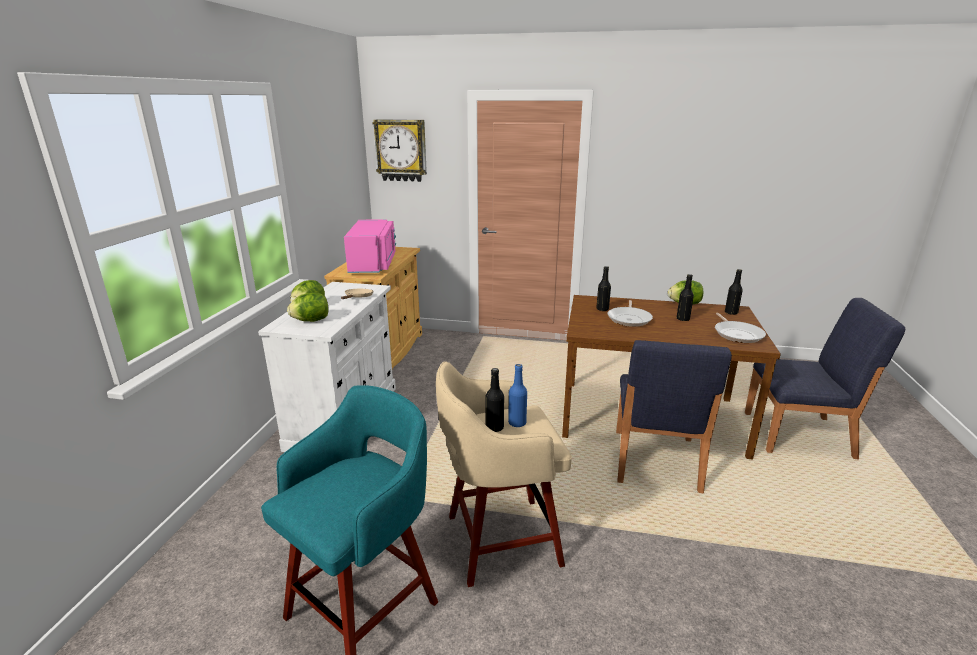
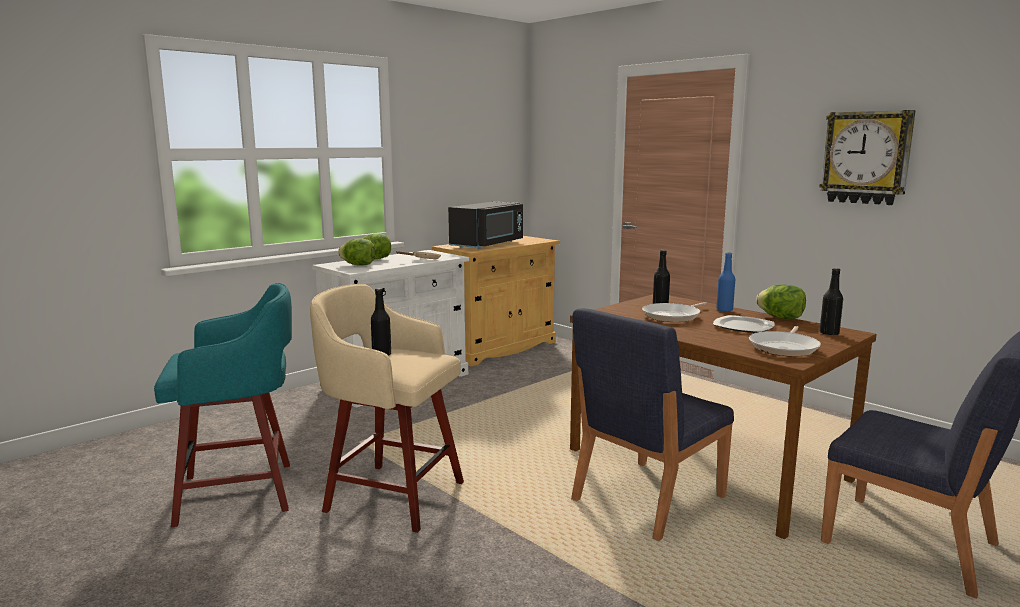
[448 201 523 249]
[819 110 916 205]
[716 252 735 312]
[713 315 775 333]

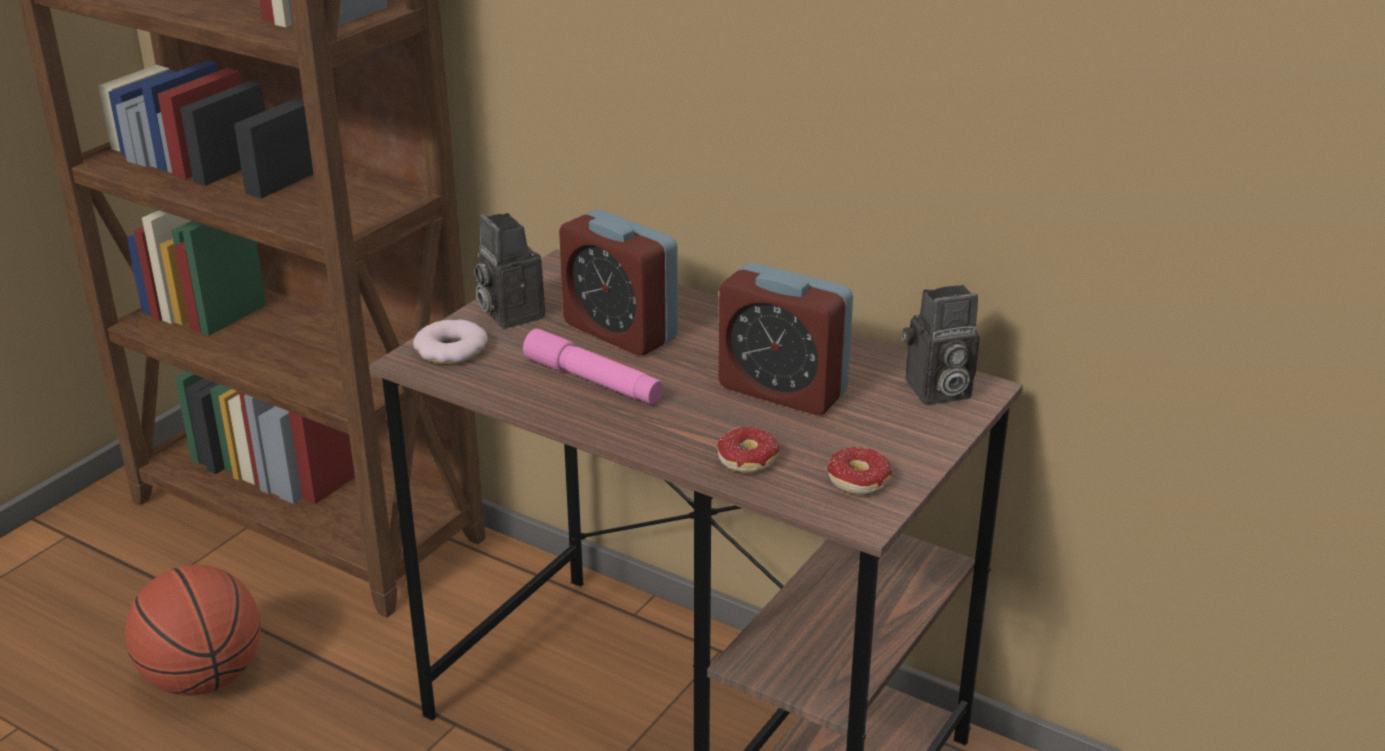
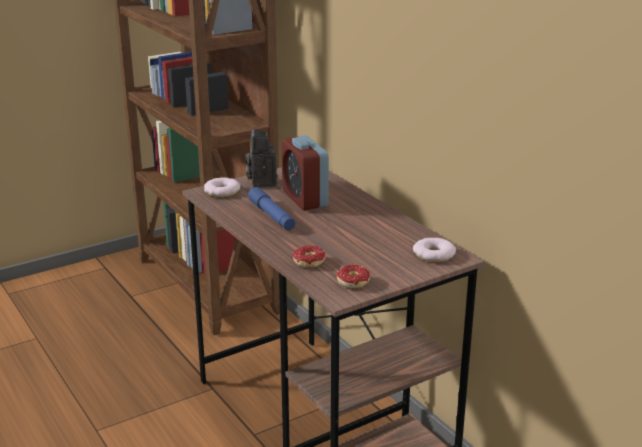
[125 565 261 696] (first image)
[248 187 295 230]
[719 263 853 415] (first image)
[413 238 456 262]

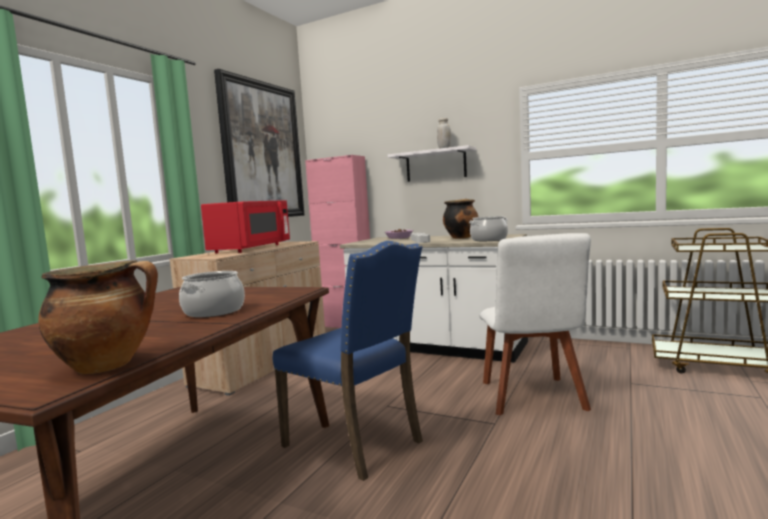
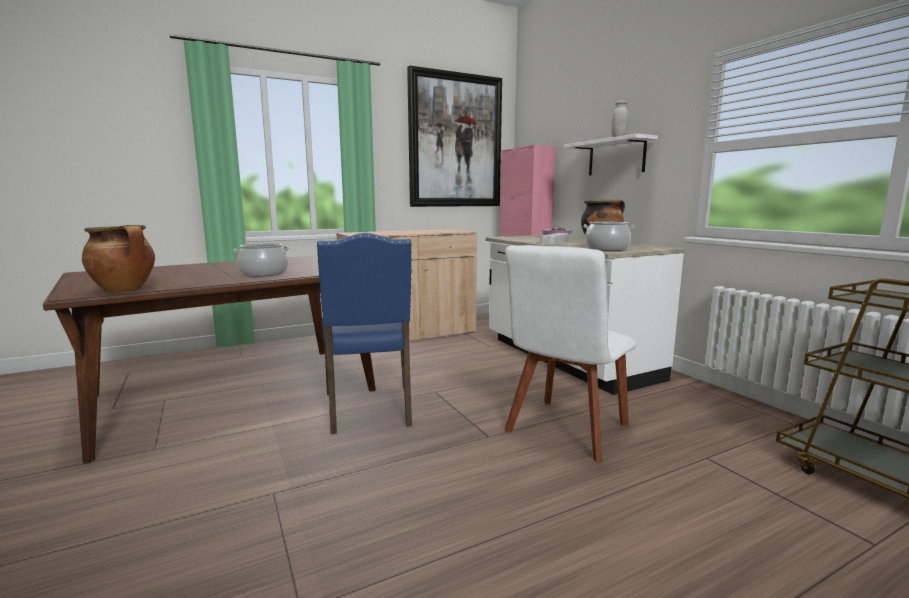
[201 200 290 254] (first image)

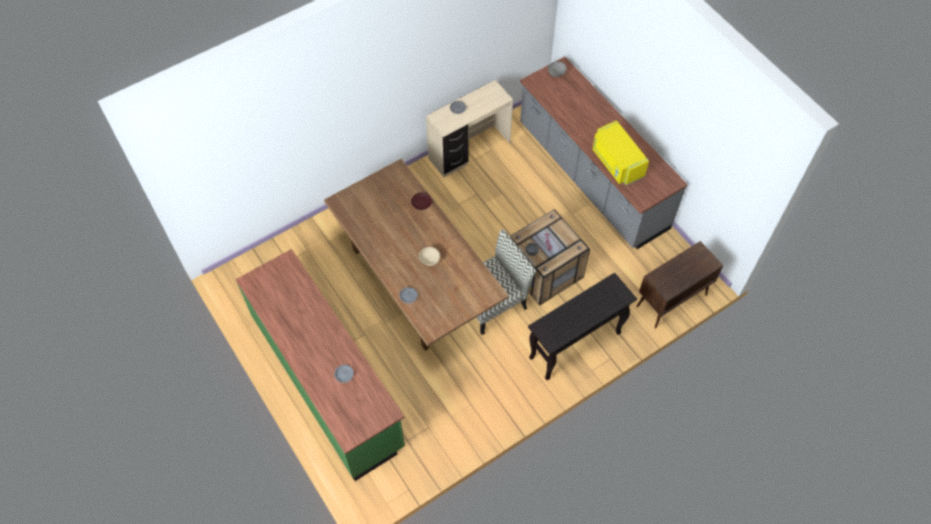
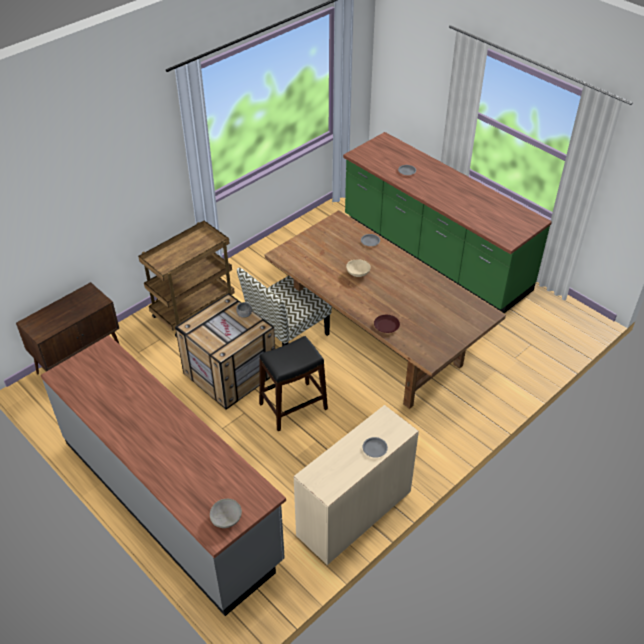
[138 221 235 337]
[593 120 649 185] (first image)
[259 336 328 431]

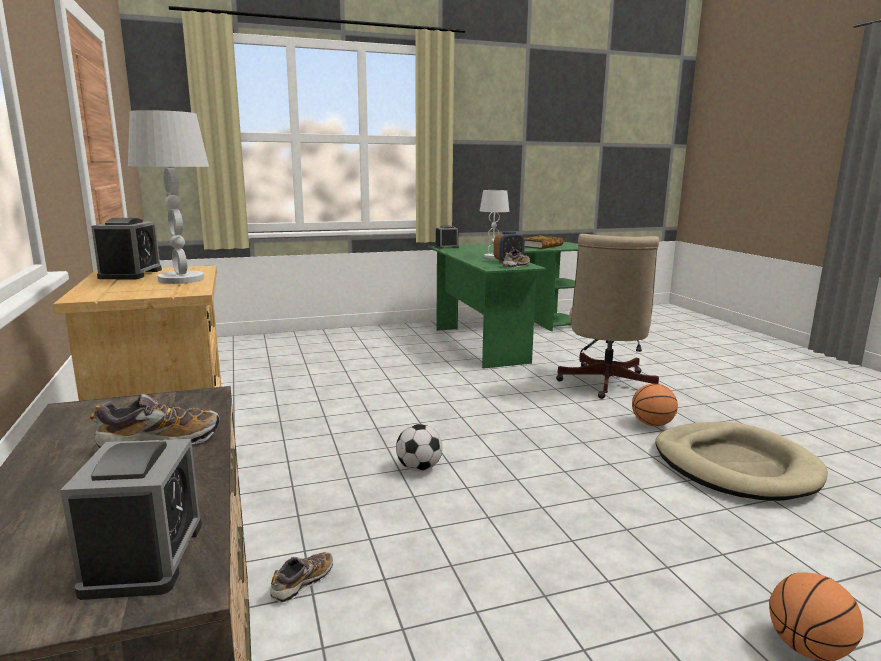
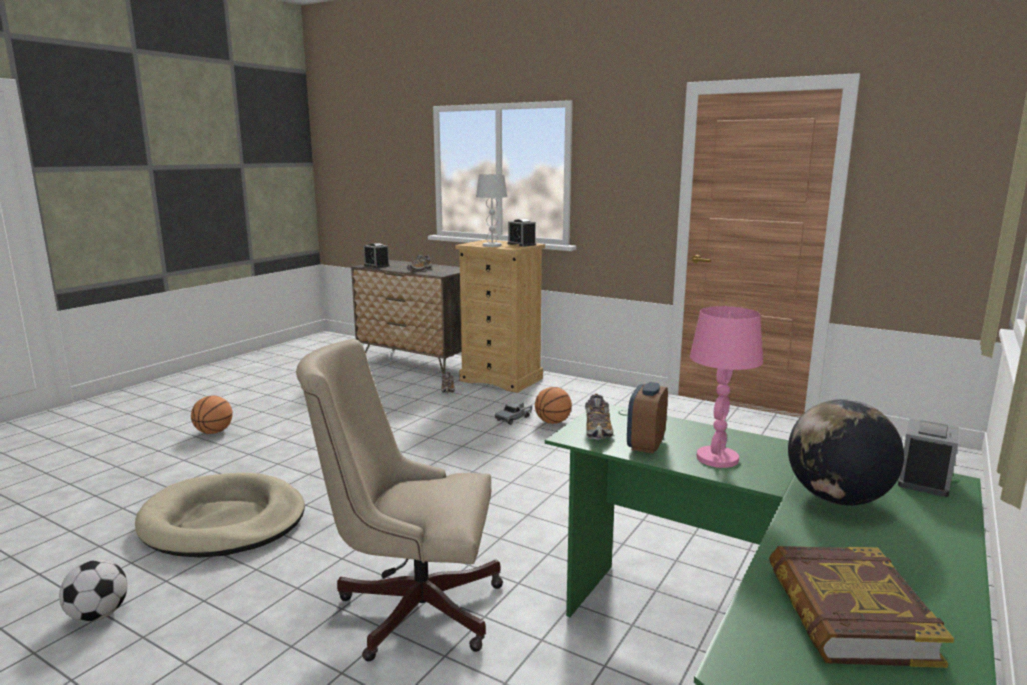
[59 560 128 622]
[690 306 763 468]
[296 339 503 662]
[535 387 572 424]
[495 403 532 425]
[788 399 904 505]

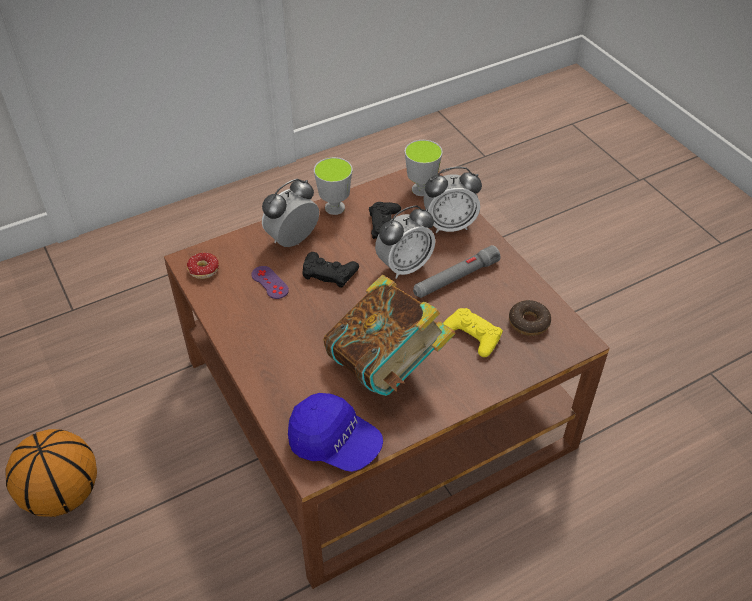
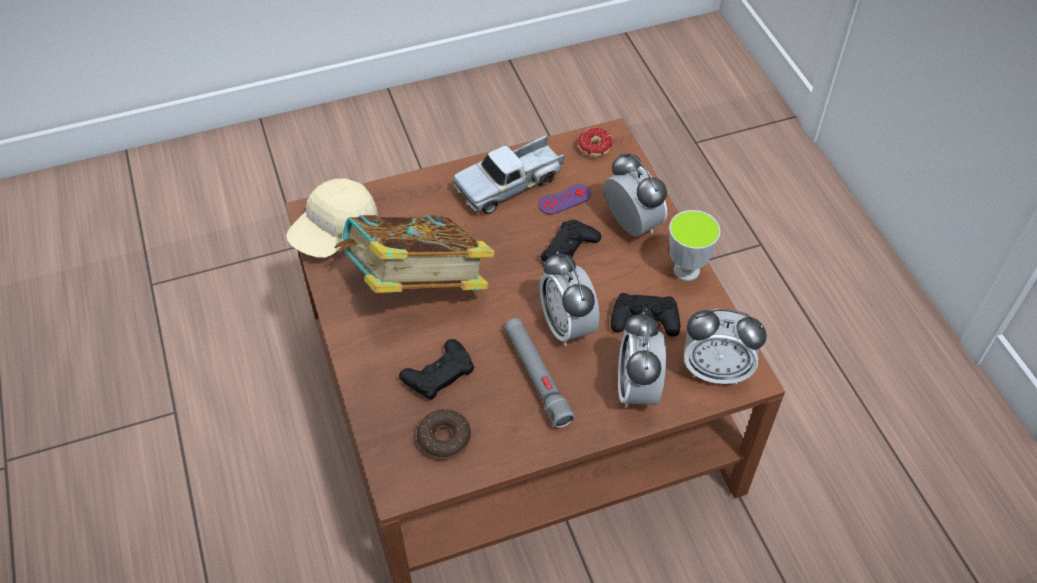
[5 429 97 517] (first image)
[286 178 378 258]
[684 309 767 384]
[399 339 474 400]
[453 135 564 214]

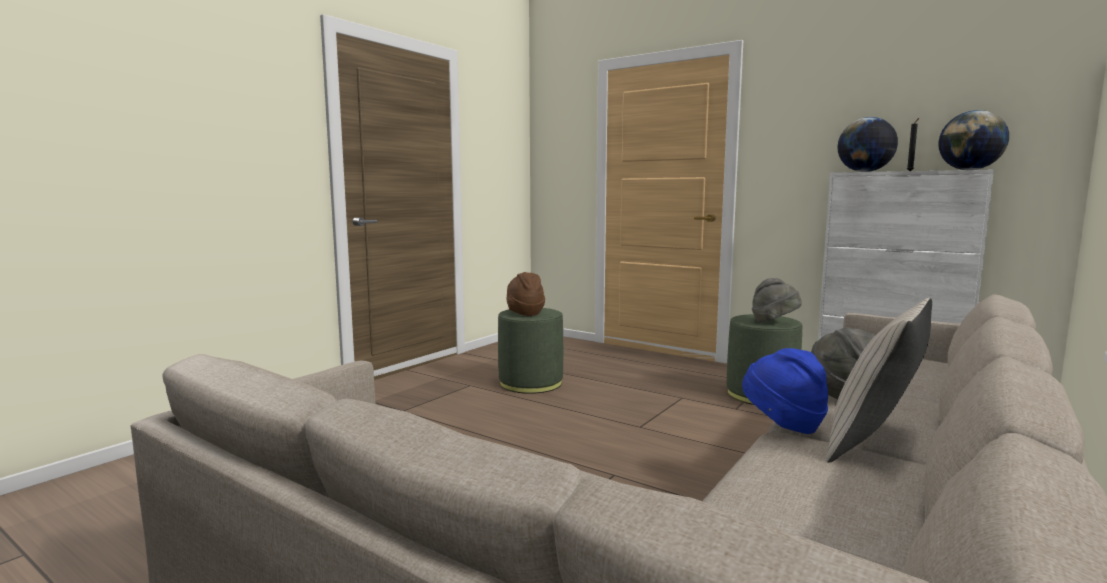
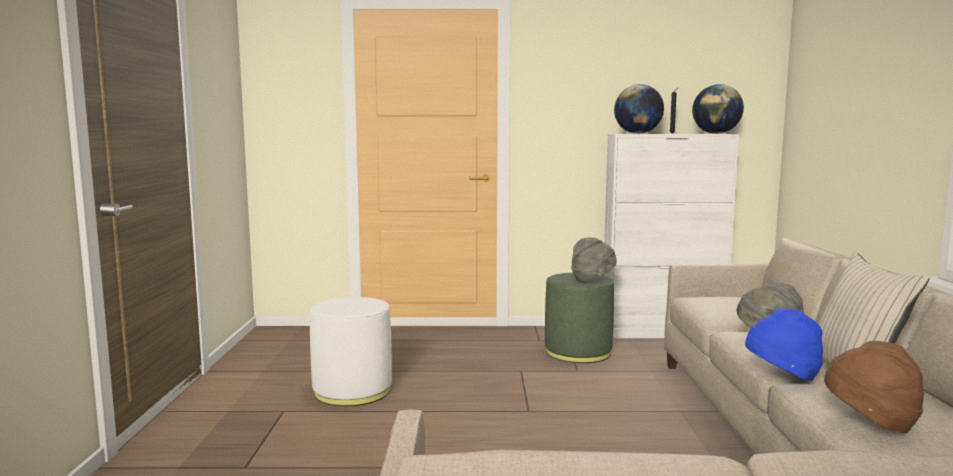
[310 297 392 407]
[824 341 924 433]

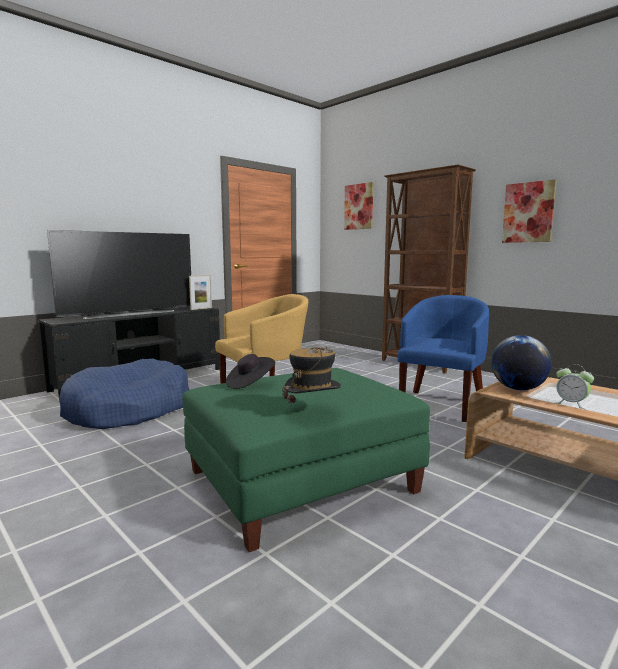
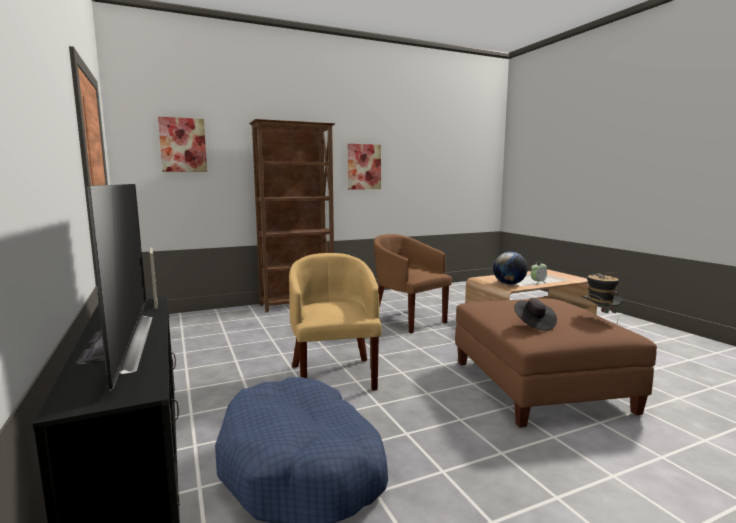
[455 298 657 428]
[373 234 452 334]

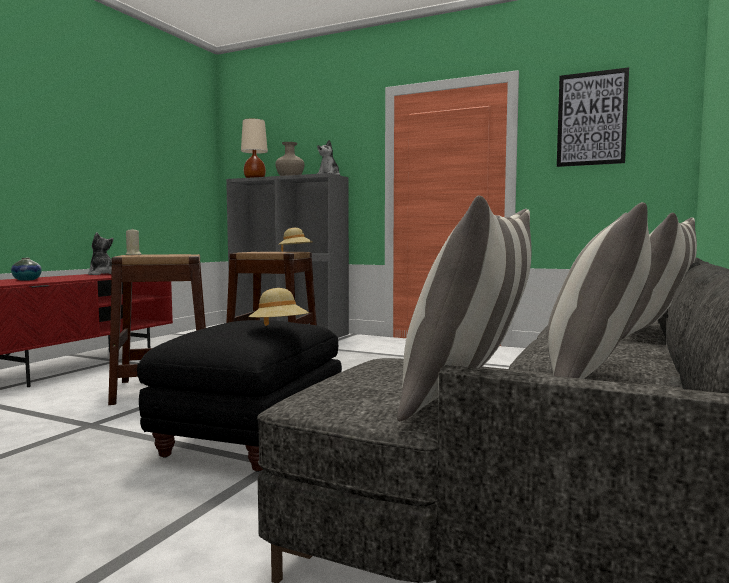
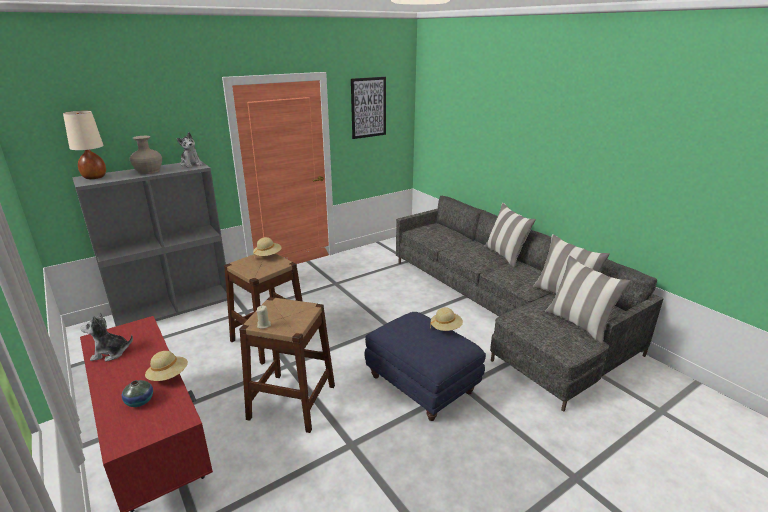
[365 312 486 421]
[145 351 188 381]

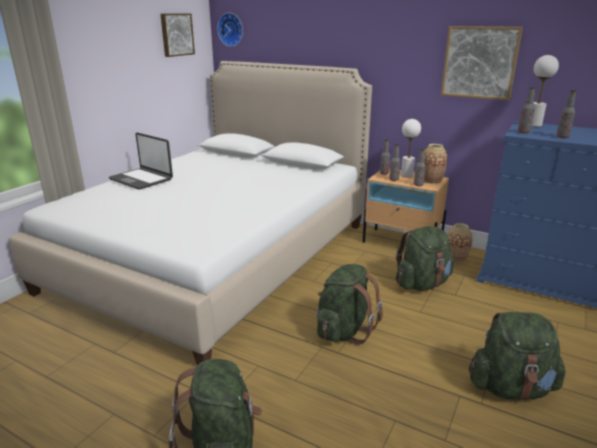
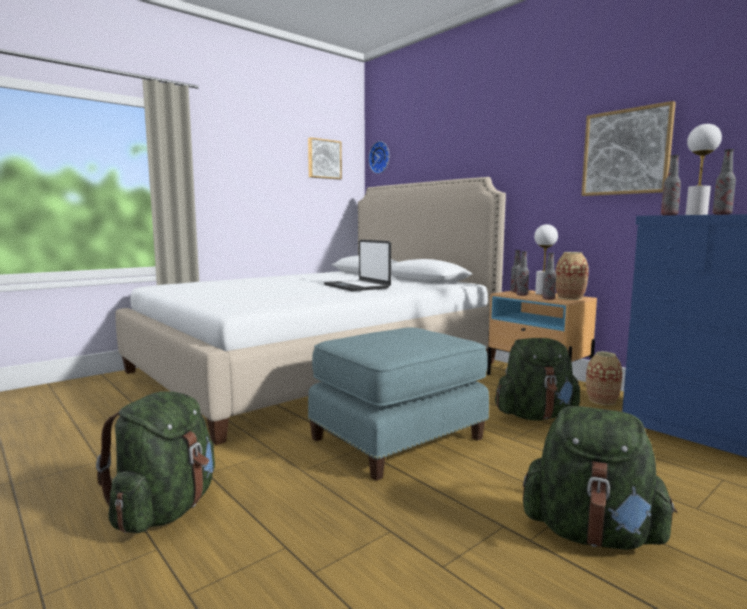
[324 240 391 291]
[308 327 489 481]

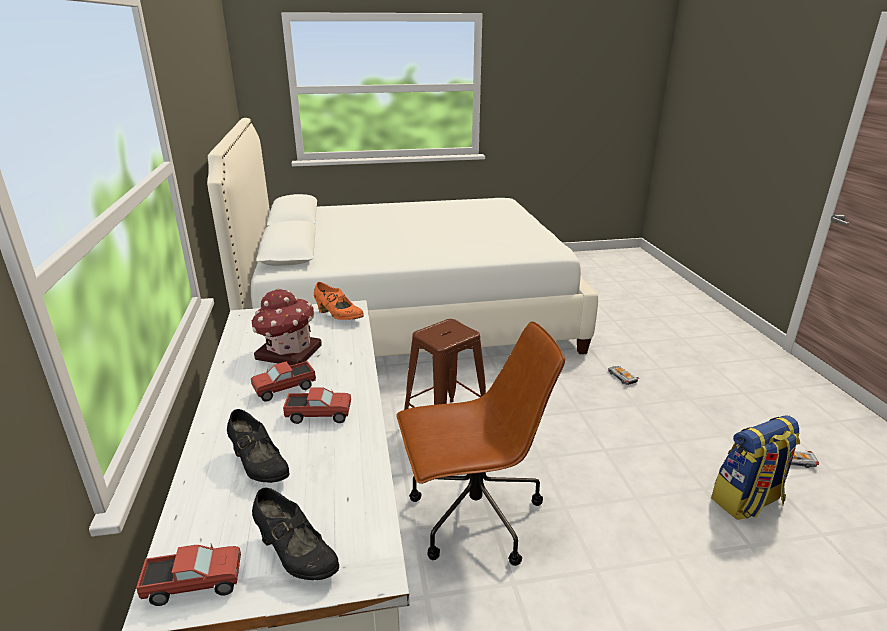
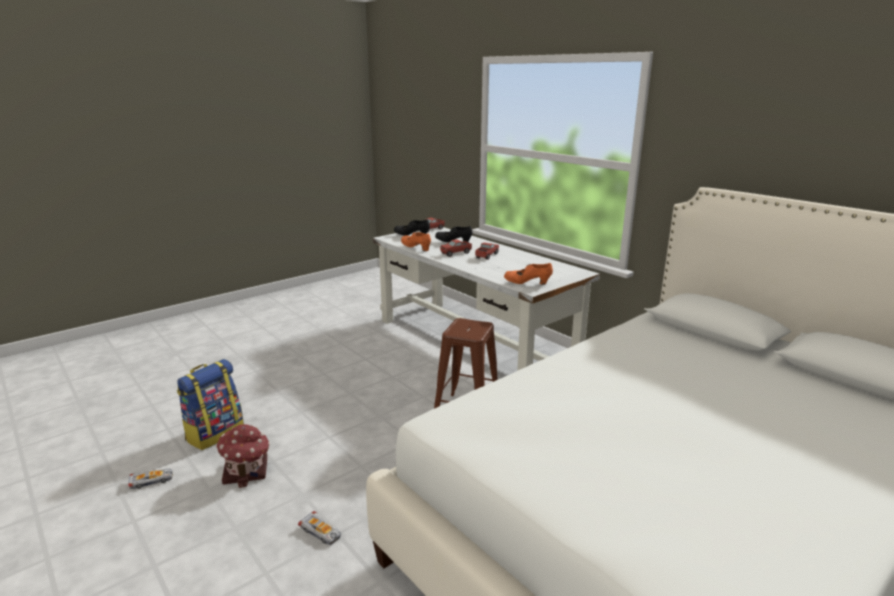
[216 424 270 488]
[397 321 565 566] (first image)
[401 232 431 251]

